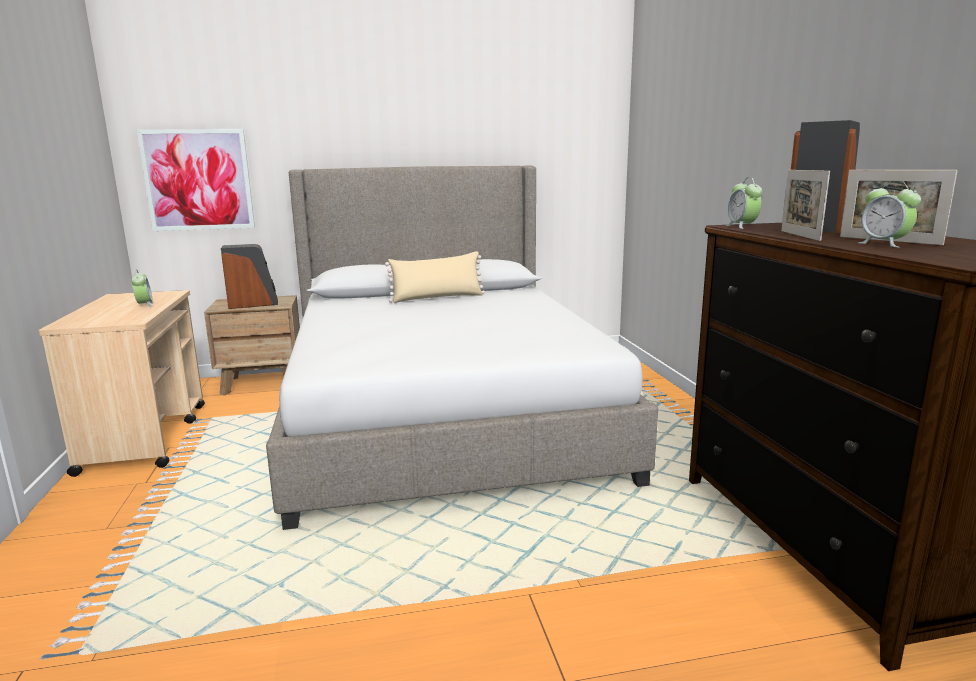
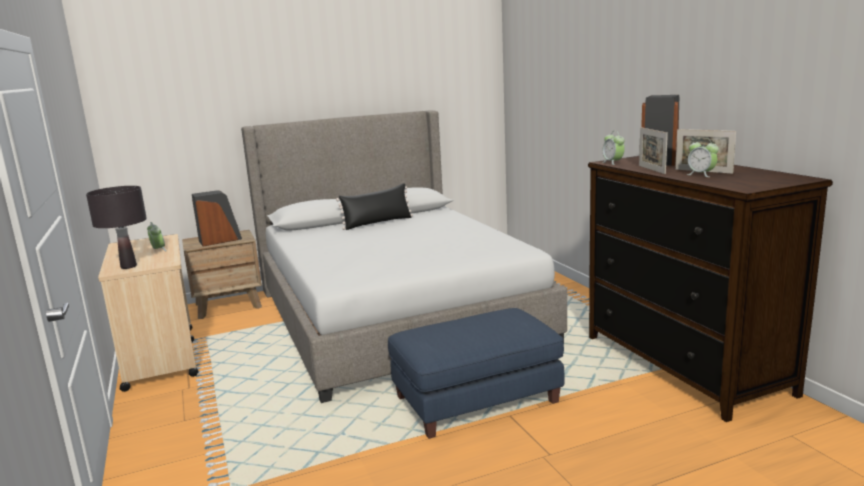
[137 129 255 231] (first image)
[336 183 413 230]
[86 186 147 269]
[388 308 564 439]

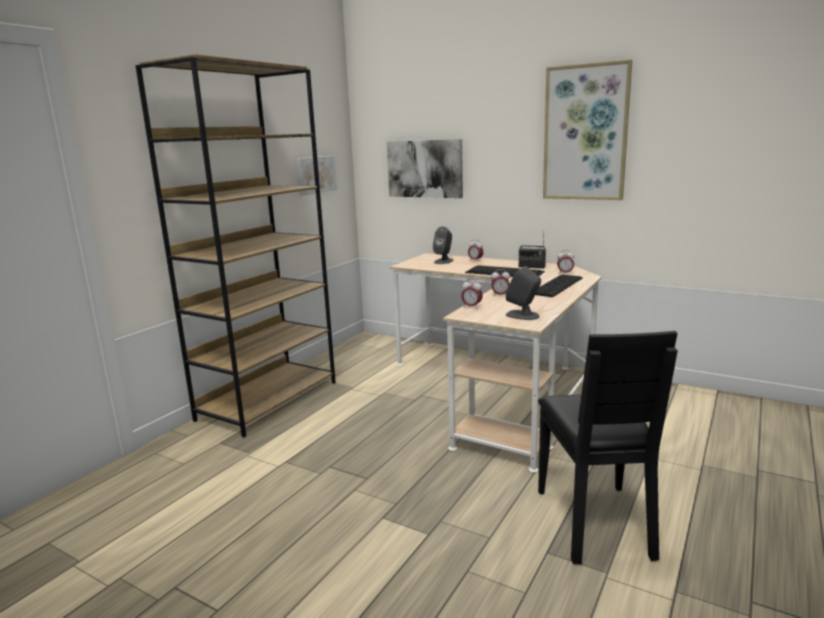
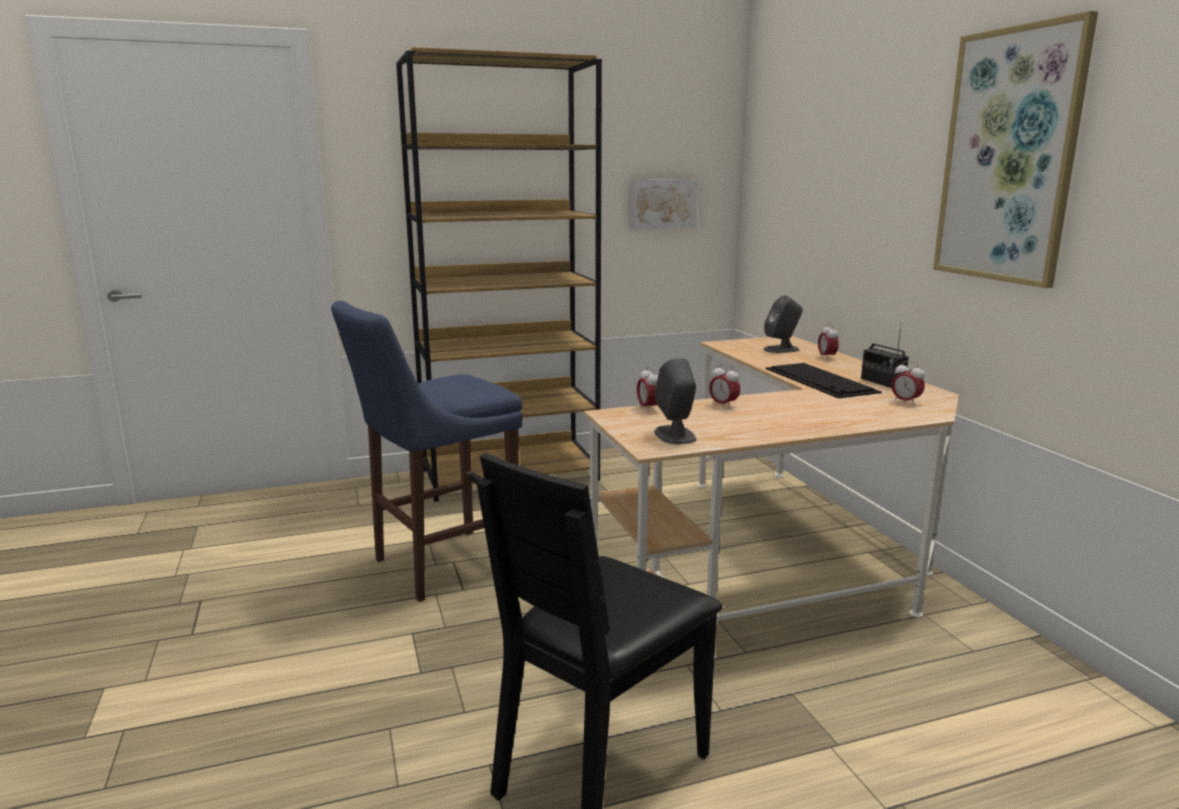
[387 139 463 198] (first image)
[536 274 582 297] (first image)
[331 301 523 602]

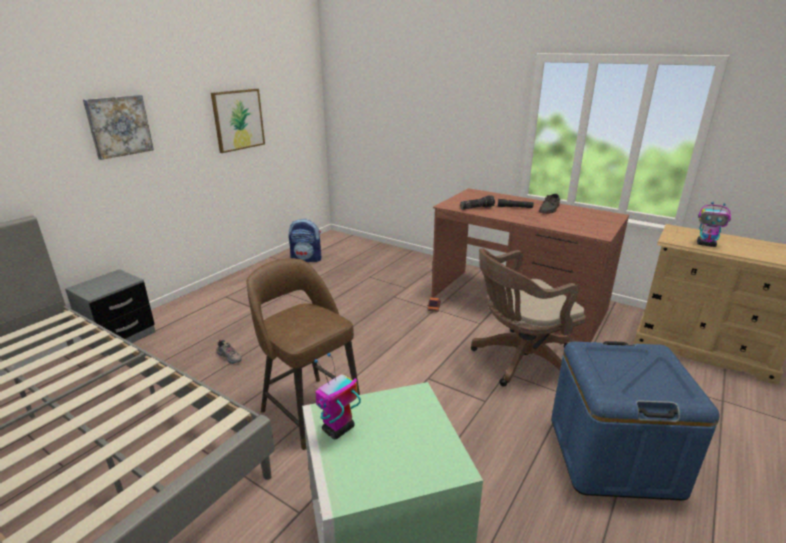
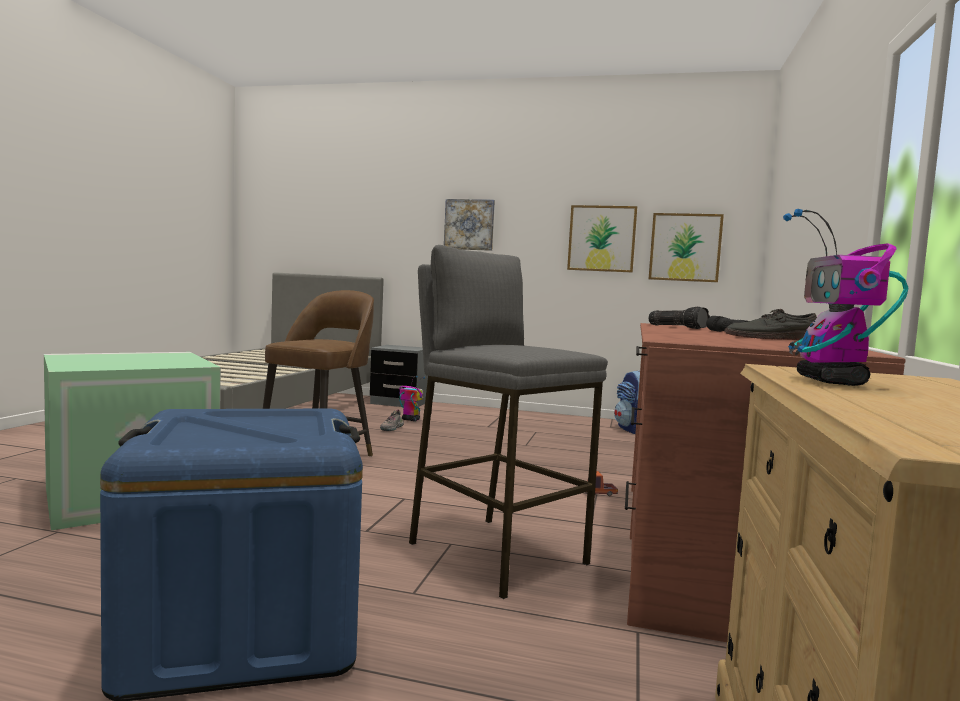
[399 376 425 421]
[409 245 608 599]
[649 213 724 282]

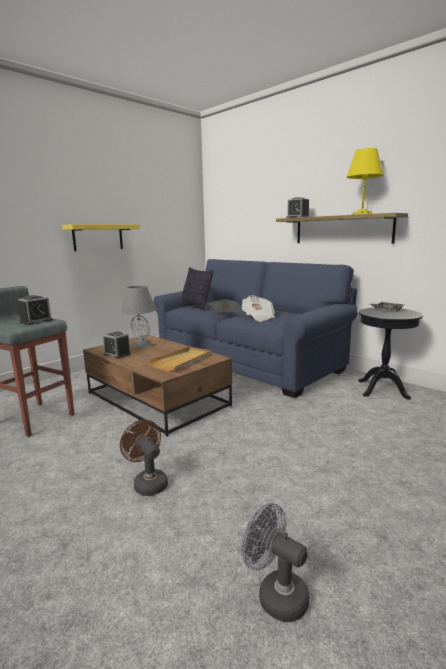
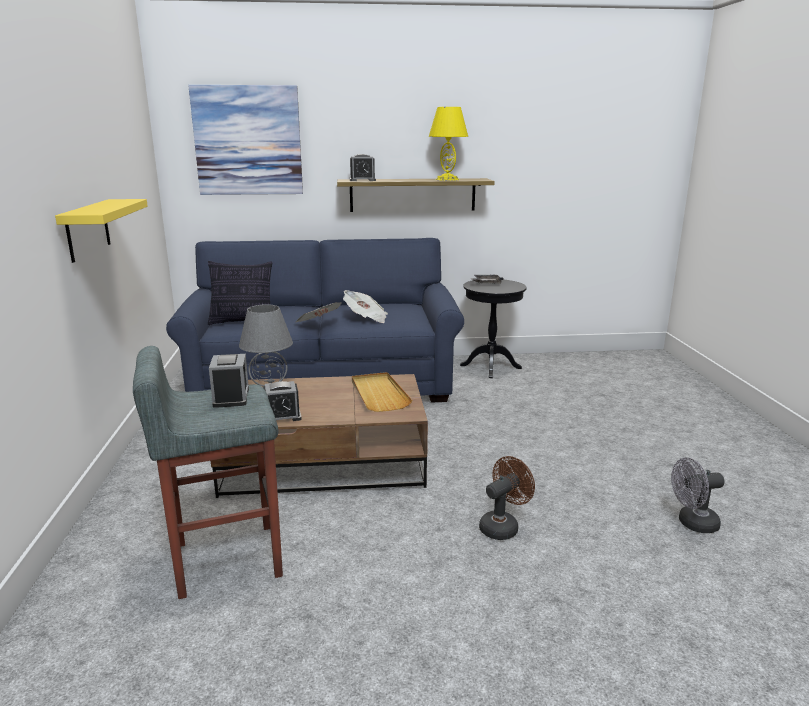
[479 456 535 540]
[188 85 303 195]

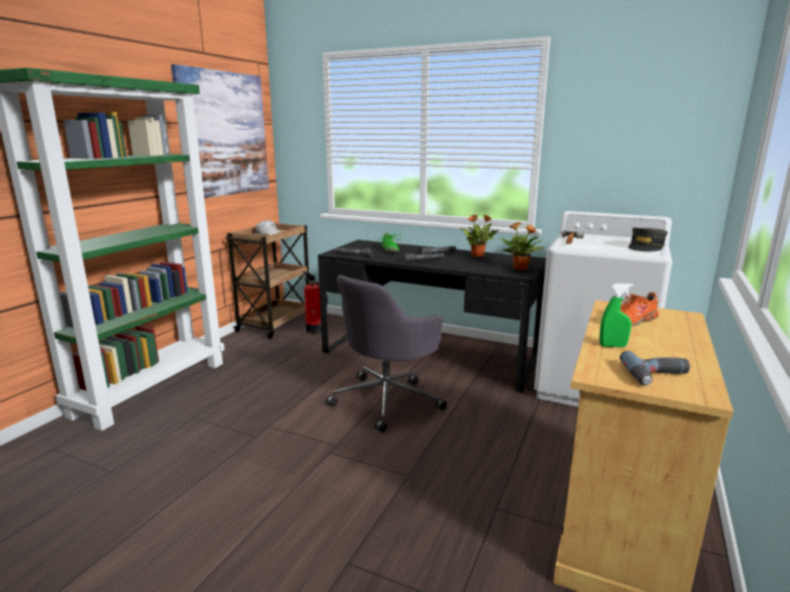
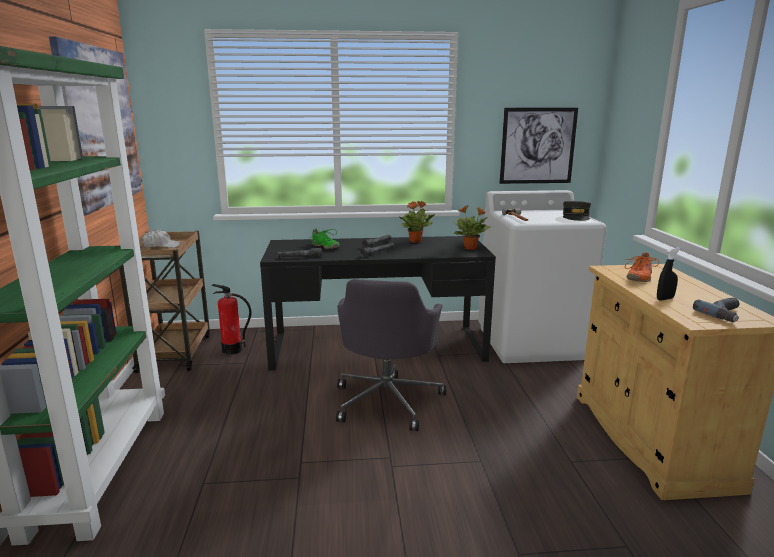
[657 248 681 301]
[500 108 578 184]

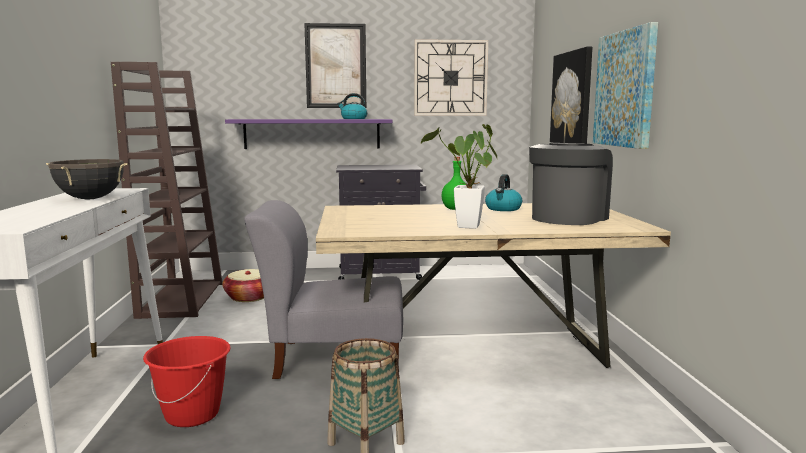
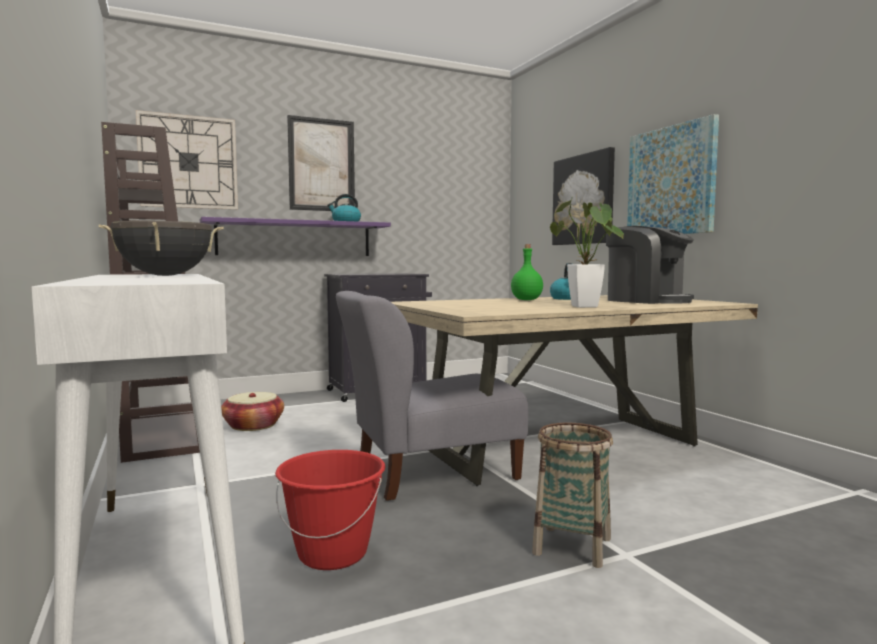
[136 110 238 210]
[606 226 694 304]

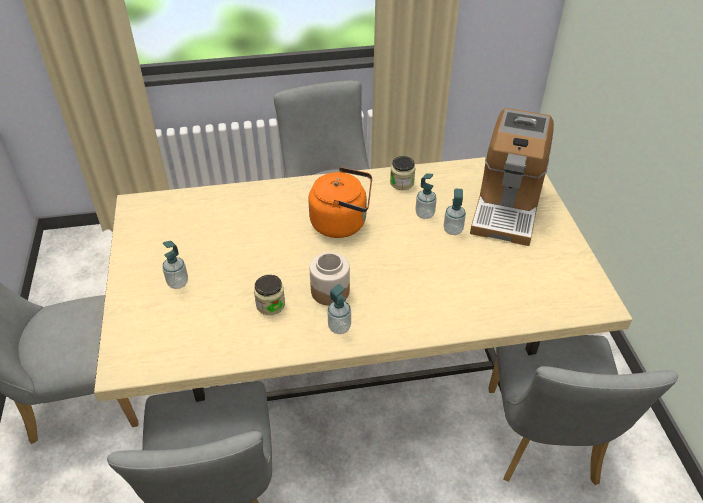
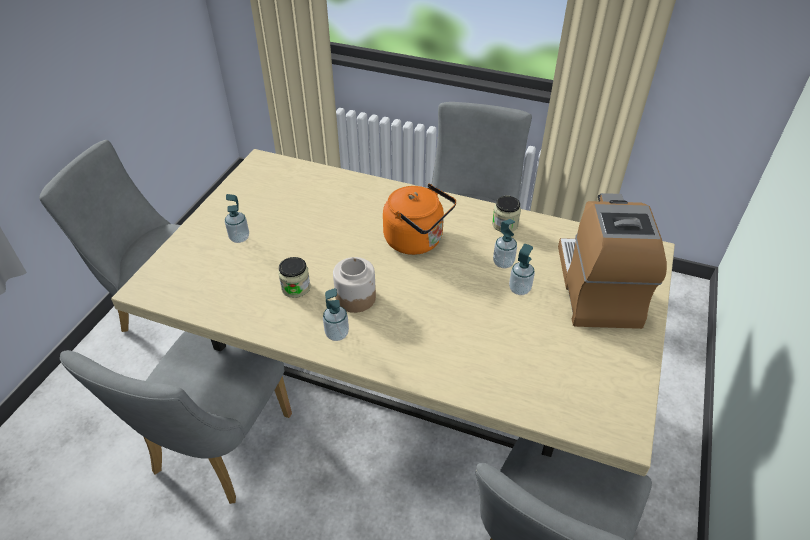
[558 193 667 329]

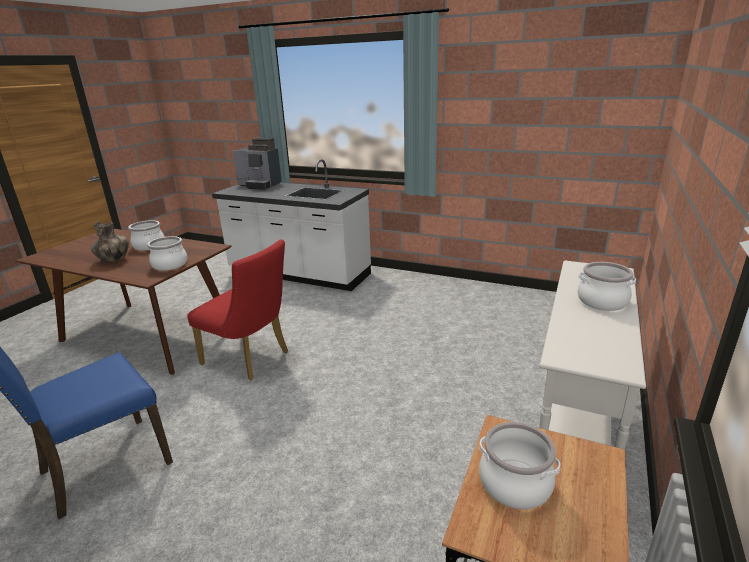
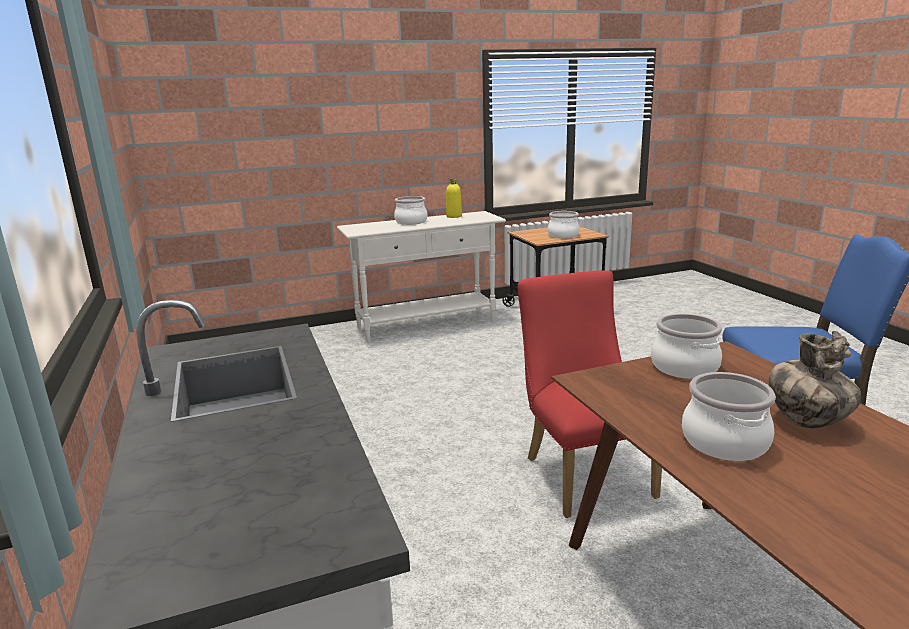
[232 138 282 190] (first image)
[446 179 462 218]

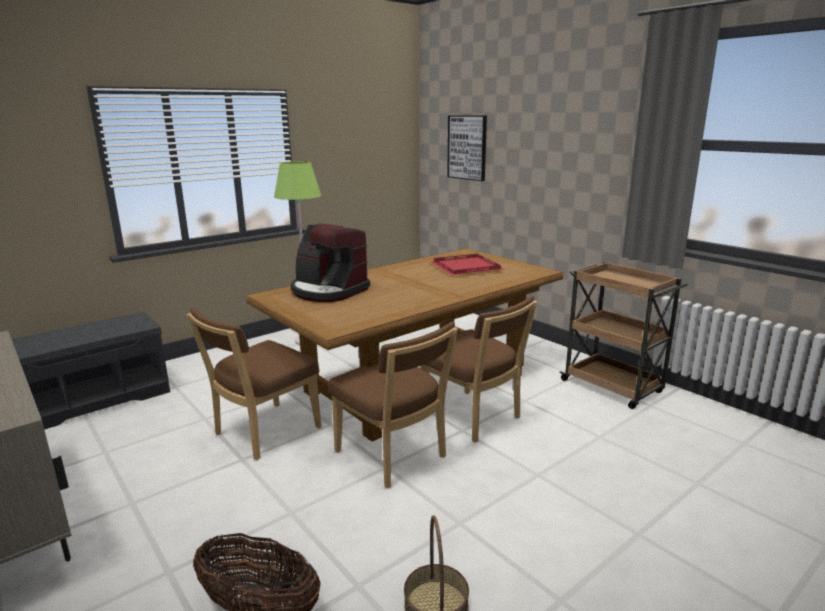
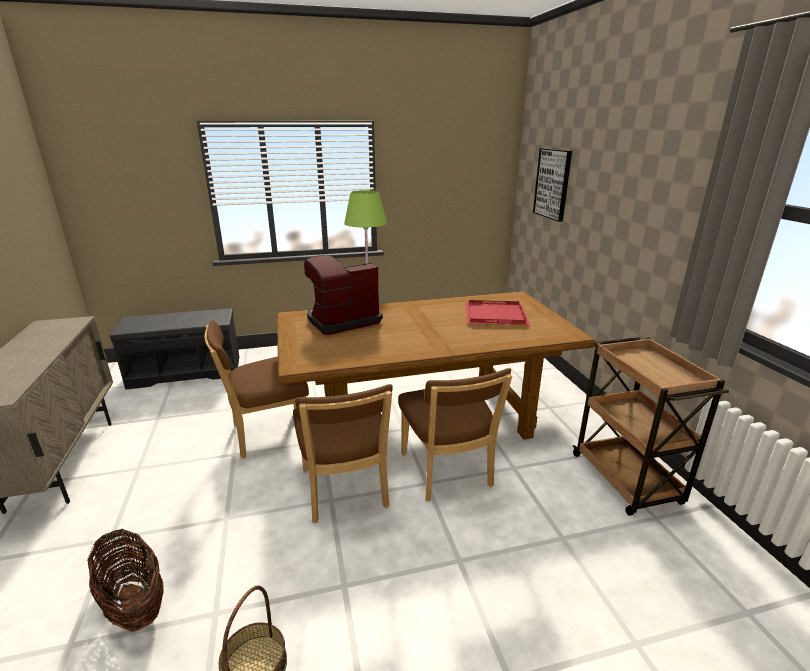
[304 255 383 335]

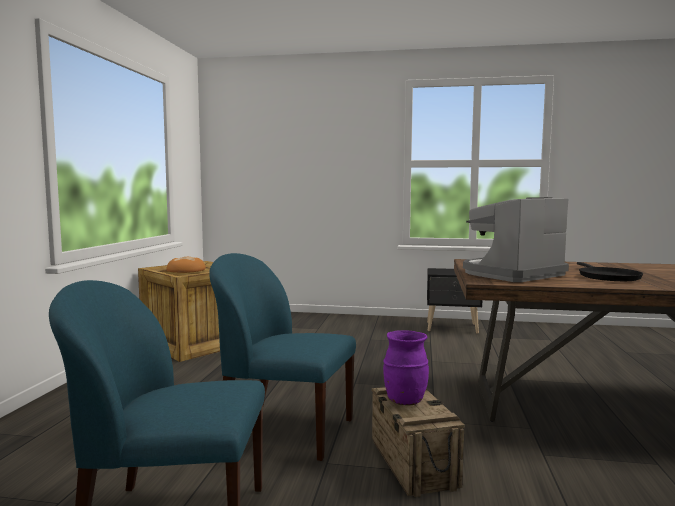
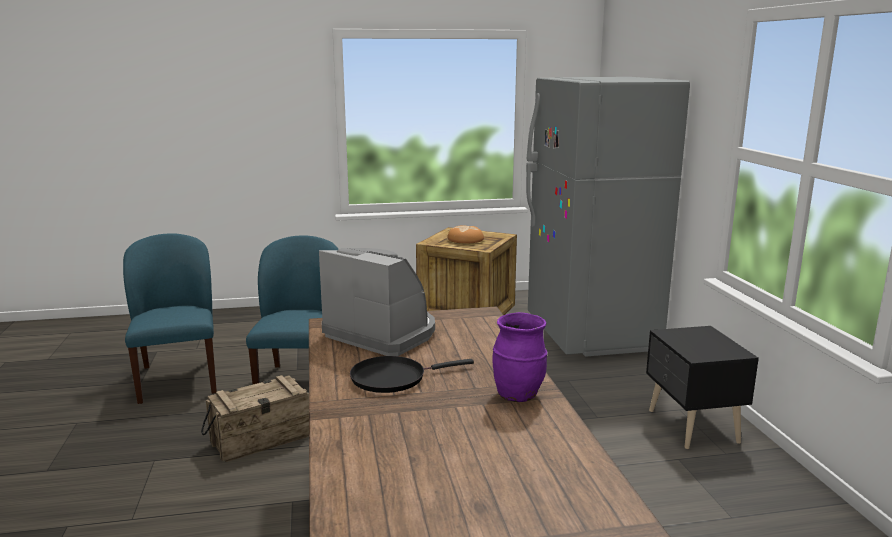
[492 312 547 402]
[526 77 690 357]

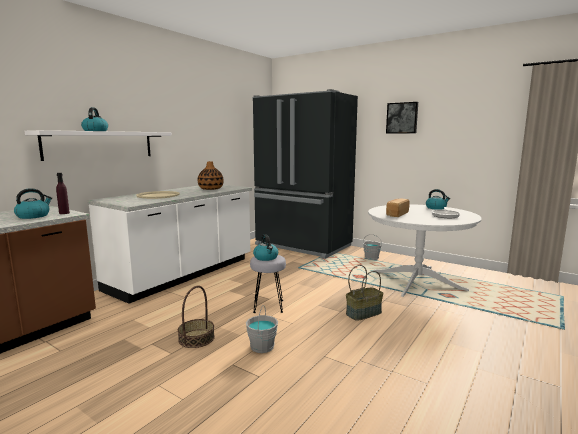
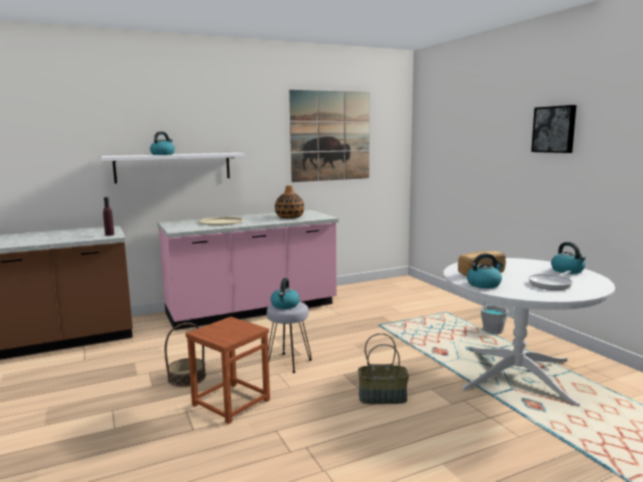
[467 253 503 289]
[157 210 339 330]
[186 317 270 424]
[253 89 358 259] (first image)
[289 90 370 182]

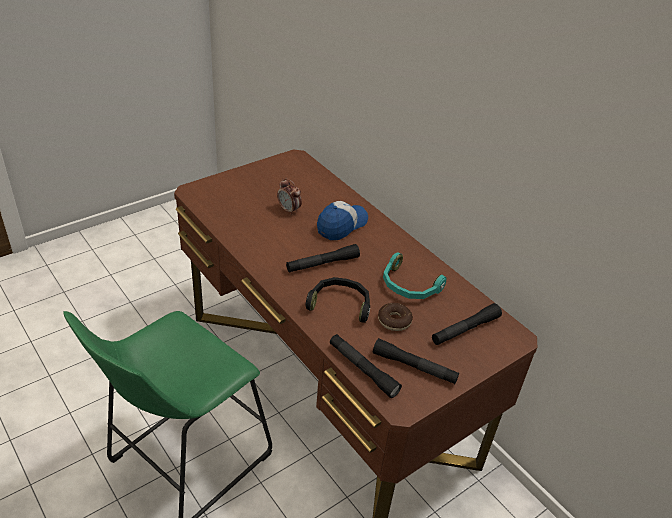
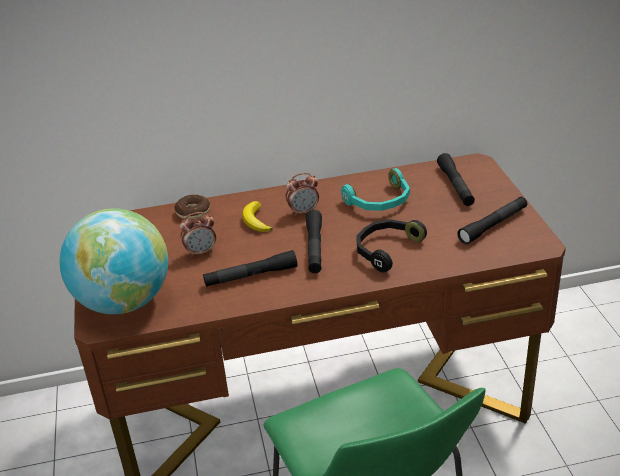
[242 201 273 232]
[203 250 297 287]
[175 195 210 220]
[60 208 168 314]
[286 173 319 216]

